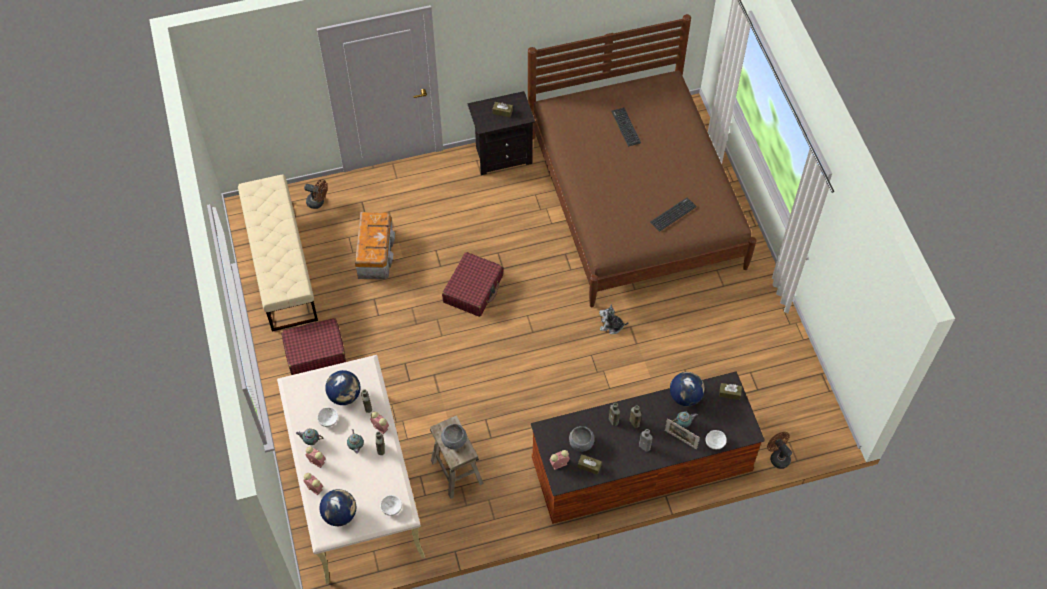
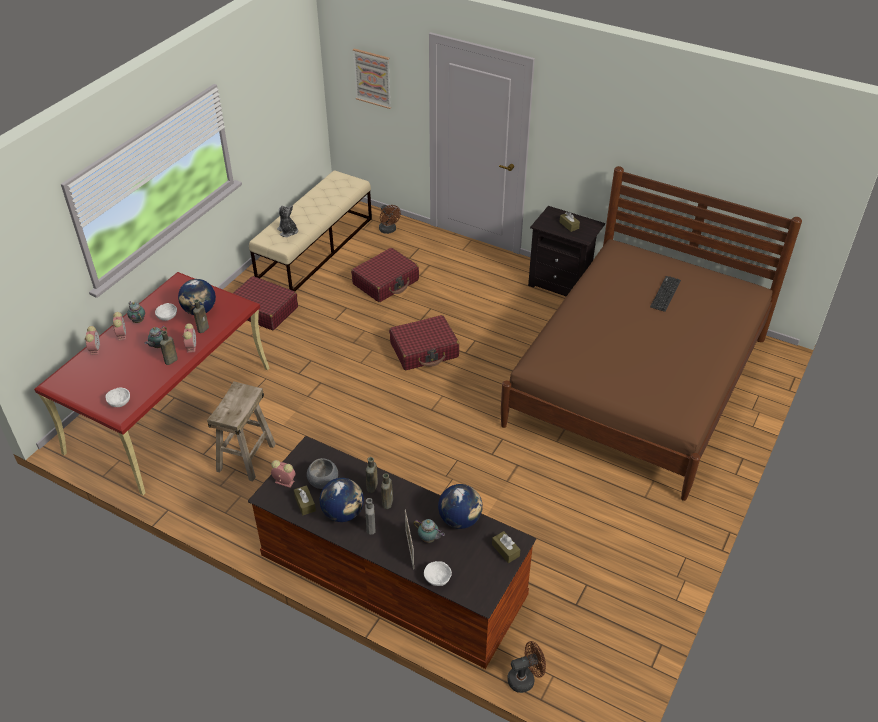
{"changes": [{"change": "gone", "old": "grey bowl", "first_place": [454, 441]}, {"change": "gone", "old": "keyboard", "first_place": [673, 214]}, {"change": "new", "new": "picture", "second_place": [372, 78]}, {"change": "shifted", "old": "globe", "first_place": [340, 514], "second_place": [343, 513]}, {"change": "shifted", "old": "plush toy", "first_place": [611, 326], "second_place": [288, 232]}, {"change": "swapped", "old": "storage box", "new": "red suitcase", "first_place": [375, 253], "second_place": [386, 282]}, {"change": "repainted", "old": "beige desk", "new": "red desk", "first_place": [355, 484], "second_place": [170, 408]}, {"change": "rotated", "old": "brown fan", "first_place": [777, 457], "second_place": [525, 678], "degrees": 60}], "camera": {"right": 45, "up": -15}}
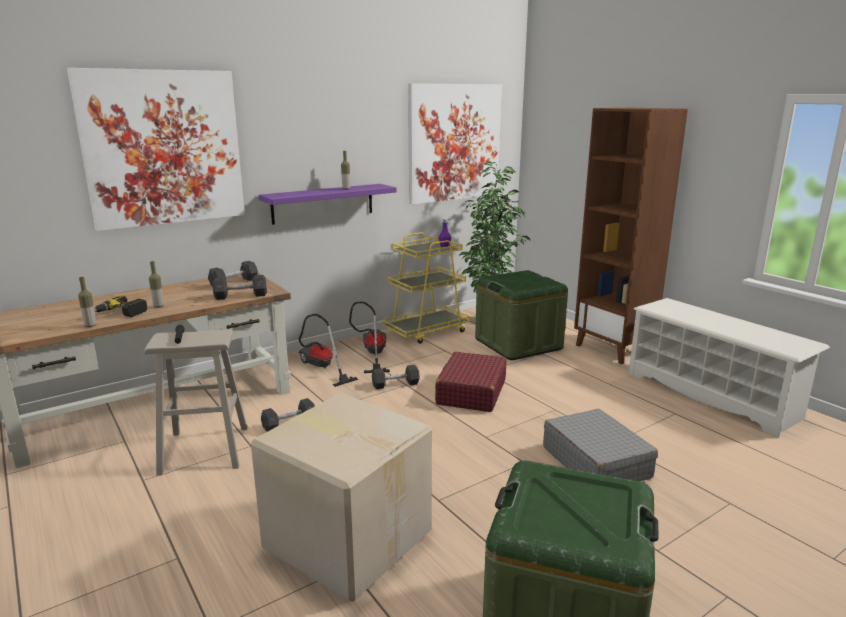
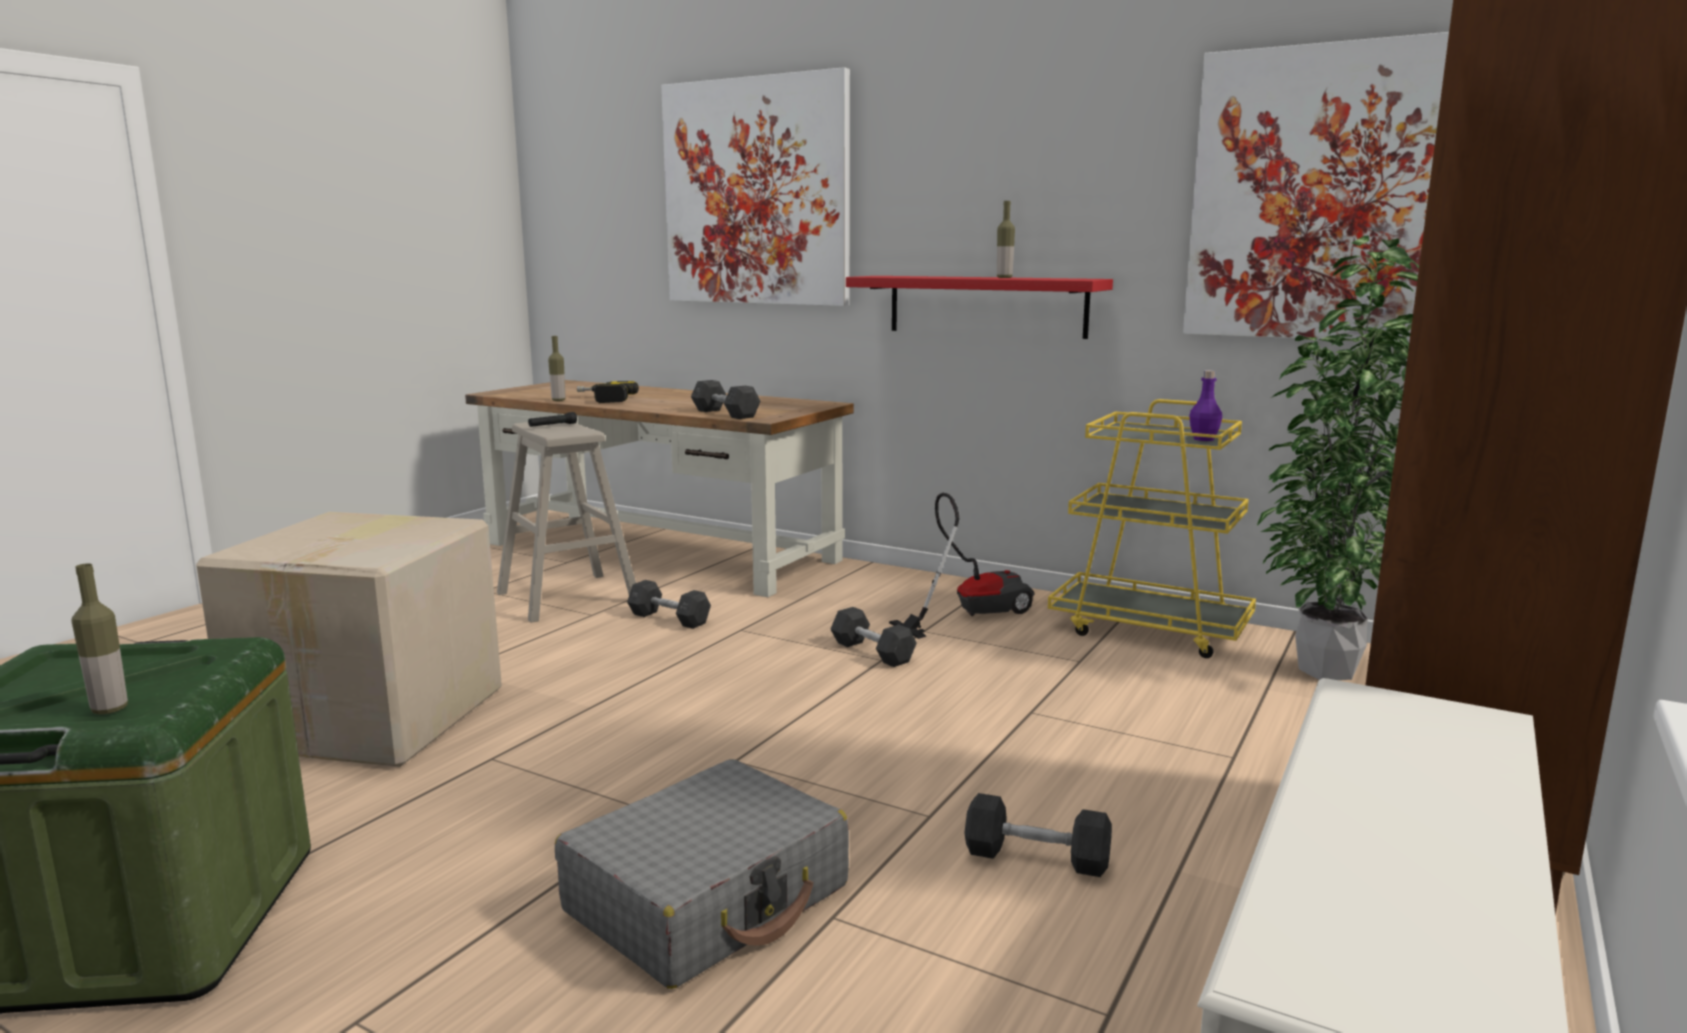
{"changes": [{"change": "gone", "old": "vacuum cleaner", "first_place": [321, 368]}, {"change": "gone", "old": "red suitcase", "first_place": [471, 392]}, {"change": "gone", "old": "green storage box", "first_place": [518, 344]}, {"change": "shifted", "old": "bottle", "first_place": [158, 306], "second_place": [109, 709]}, {"change": "shifted", "old": "grey dumbbell", "first_place": [234, 282], "second_place": [1036, 857]}, {"change": "repainted", "old": "purple shelf", "new": "red shelf", "first_place": [323, 203], "second_place": [986, 306]}], "camera": {"right": 65, "up": -5}}
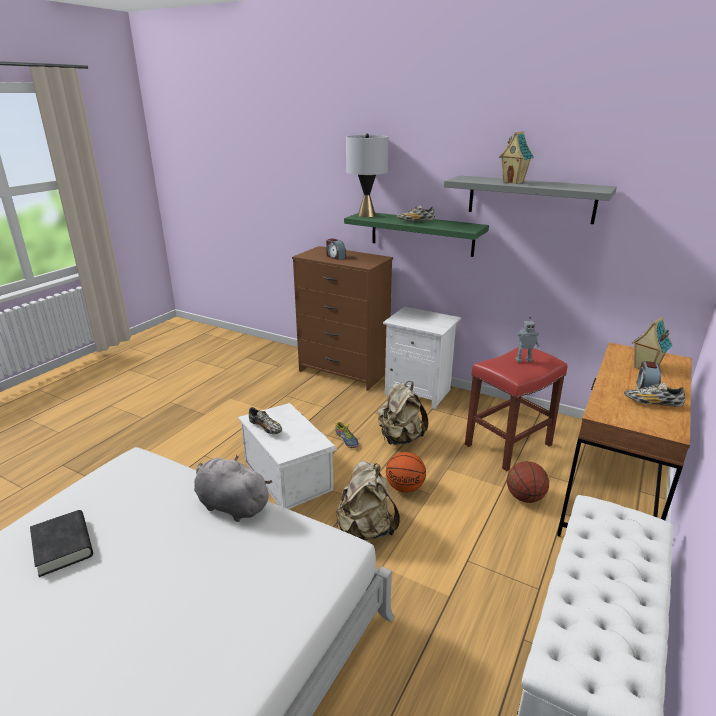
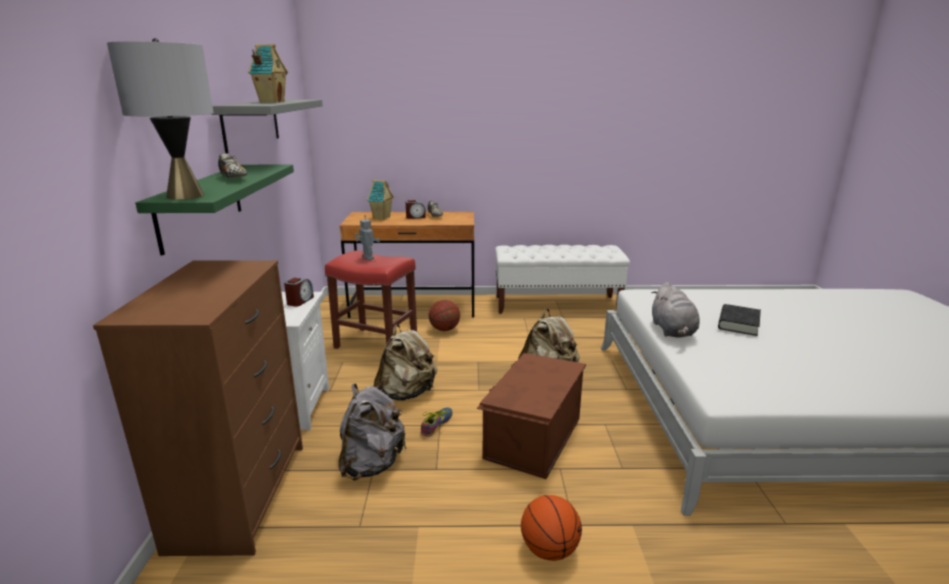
{"changes": [{"change": "gone", "old": "shoe", "first_place": [266, 428]}, {"change": "new", "new": "grey backpack", "second_place": [372, 464]}, {"change": "shifted", "old": "black book", "first_place": [63, 546], "second_place": [738, 324]}, {"change": "shifted", "old": "alarm clock", "first_place": [335, 257], "second_place": [300, 301]}, {"change": "shifted", "old": "basketball", "first_place": [405, 487], "second_place": [549, 549]}, {"change": "repainted", "old": "white storage box", "new": "brown storage box", "first_place": [288, 474], "second_place": [531, 437]}], "camera": {"right": -120, "up": -5}}
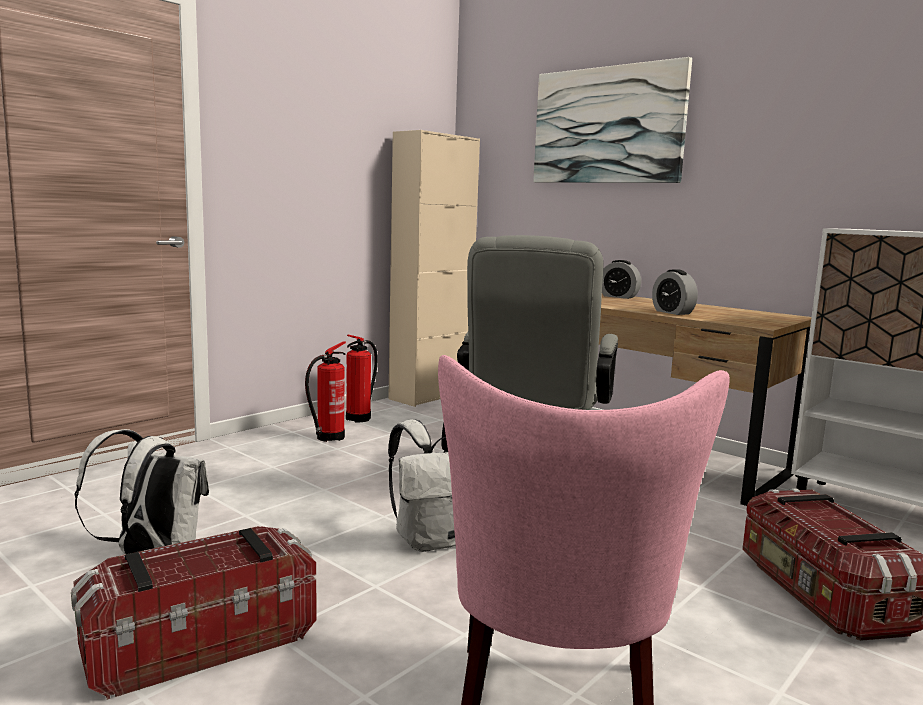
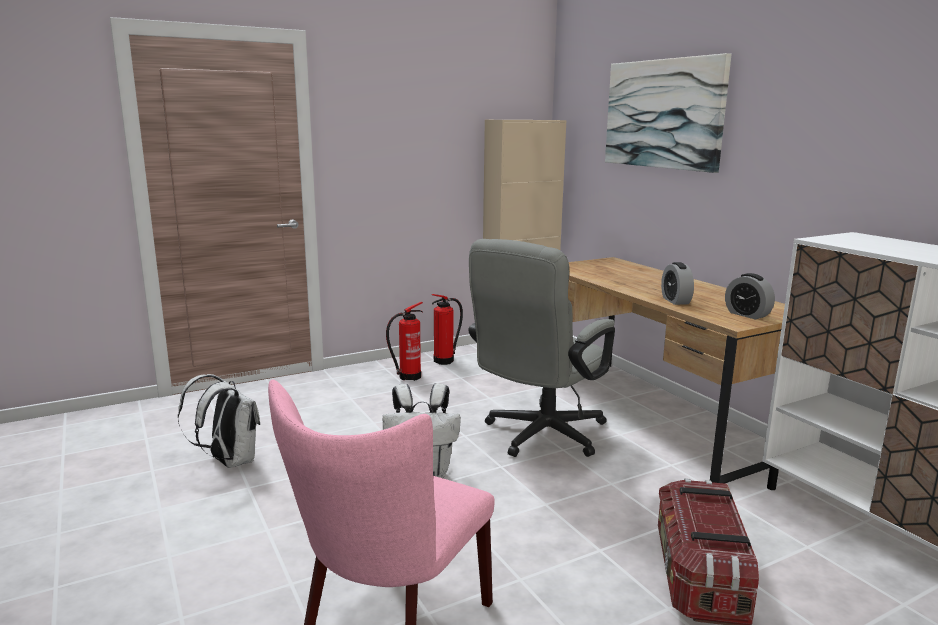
{"changes": [{"change": "gone", "old": "storage box", "first_place": [200, 643]}, {"change": "shifted", "old": "alarm clock", "first_place": [618, 297], "second_place": [747, 314]}], "camera": {"right": 20, "up": 5}}
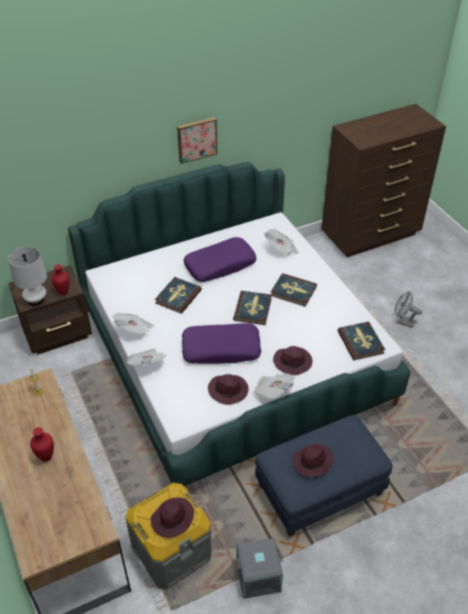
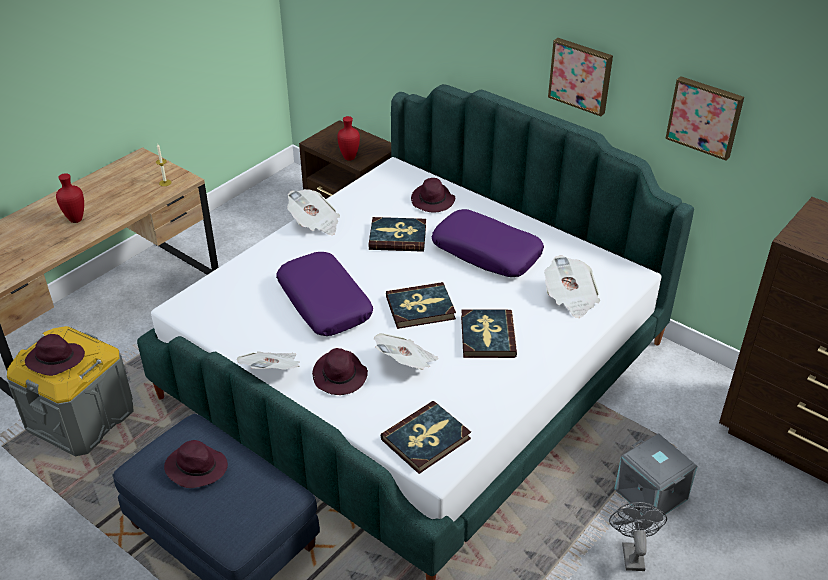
{"changes": [{"change": "gone", "old": "white table lamp", "first_place": [35, 300]}, {"change": "new", "new": "picture", "second_place": [705, 116]}, {"change": "shifted", "old": "newspaper", "first_place": [147, 364], "second_place": [406, 363]}, {"change": "shifted", "old": "purple hat", "first_place": [228, 390], "second_place": [433, 201]}, {"change": "shifted", "old": "grey storage box", "first_place": [258, 575], "second_place": [652, 494]}], "camera": {"right": 65, "up": -5}}
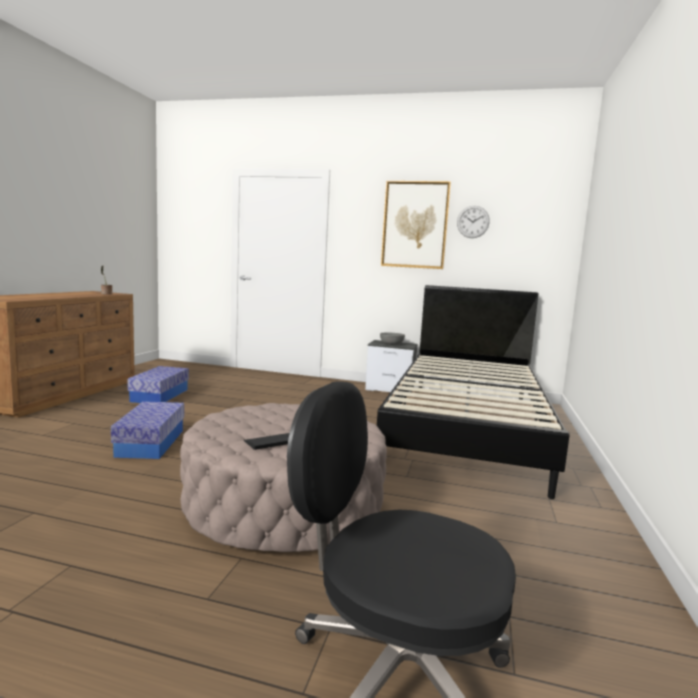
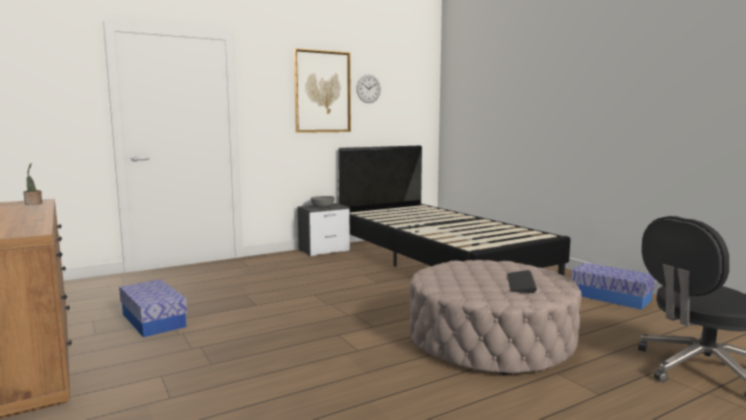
{"changes": [{"change": "shifted", "old": "storage box", "first_place": [150, 443], "second_place": [611, 297]}], "camera": {"right": -45, "up": 0}}
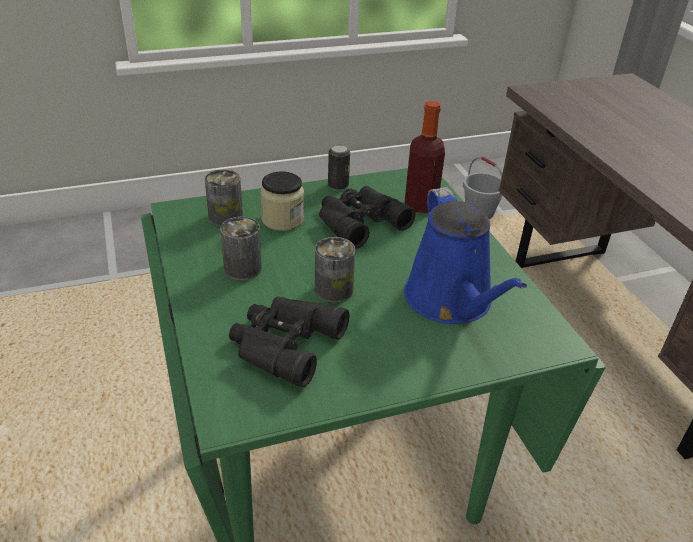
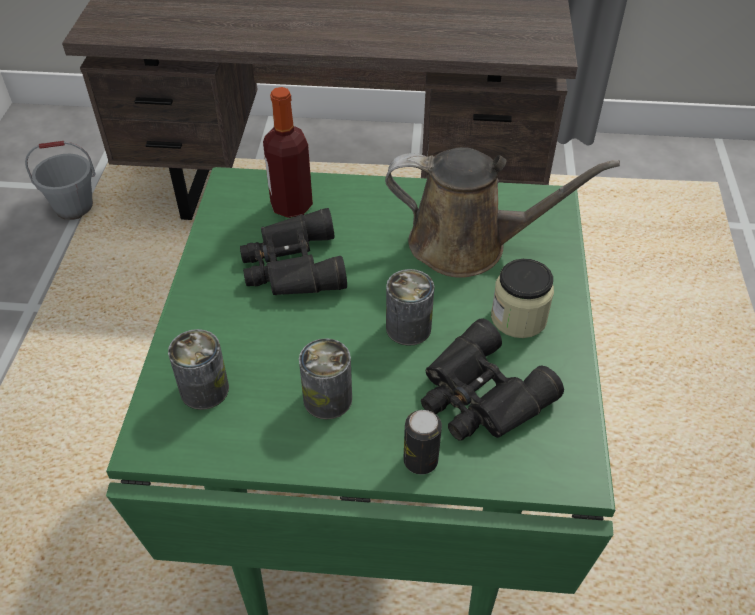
{"changes": [{"change": "shifted", "old": "jar", "first_place": [282, 219], "second_place": [518, 318]}, {"change": "shifted", "old": "can", "first_place": [338, 185], "second_place": [420, 461]}, {"change": "repainted", "old": "blue watering can", "new": "brown watering can", "first_place": [452, 301], "second_place": [468, 245]}], "camera": {"right": -65, "up": 10}}
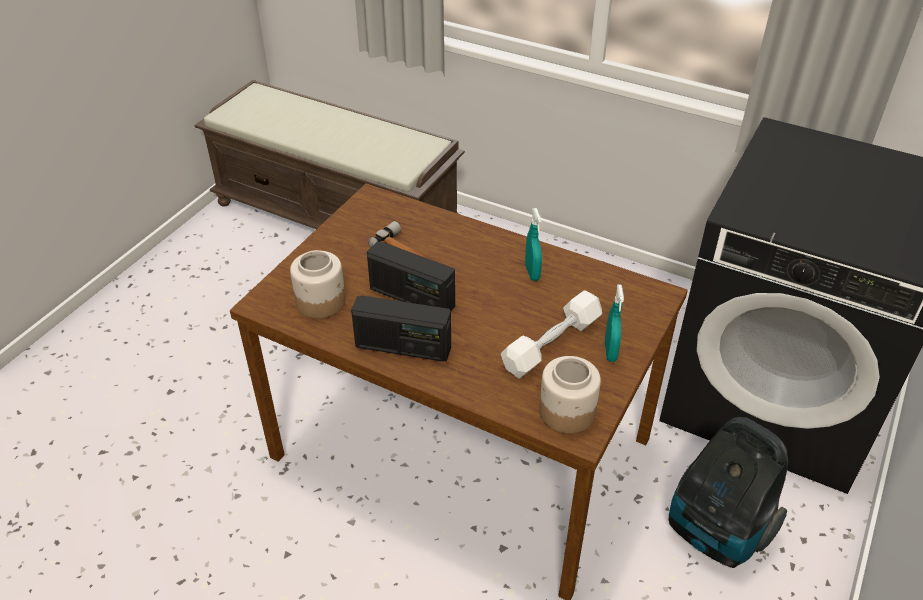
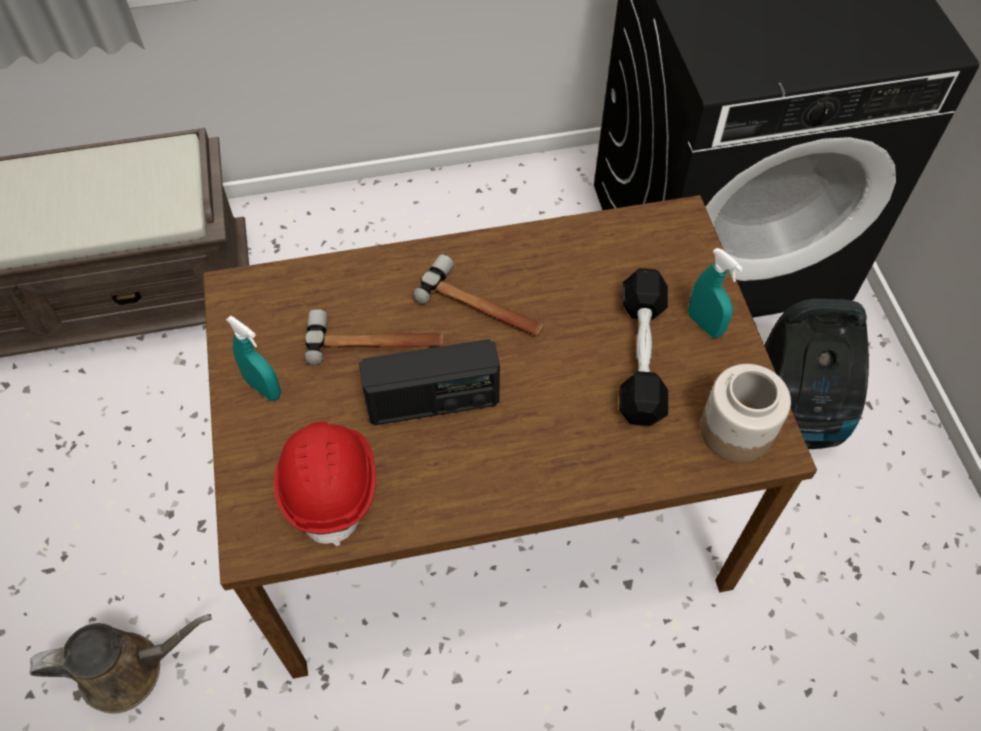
{"changes": [{"change": "gone", "old": "radio", "first_place": [403, 347]}, {"change": "new", "new": "brown watering can", "second_place": [130, 669]}, {"change": "new", "new": "hammer", "second_place": [482, 307]}, {"change": "shifted", "old": "turquoise spray bottle", "first_place": [532, 272], "second_place": [263, 388]}, {"change": "swapped", "old": "jar", "new": "red hard hat", "first_place": [321, 301], "second_place": [330, 485]}, {"change": "repainted", "old": "white dumbbell", "new": "black dumbbell", "first_place": [551, 344], "second_place": [641, 357]}], "camera": {"right": -40, "up": 15}}
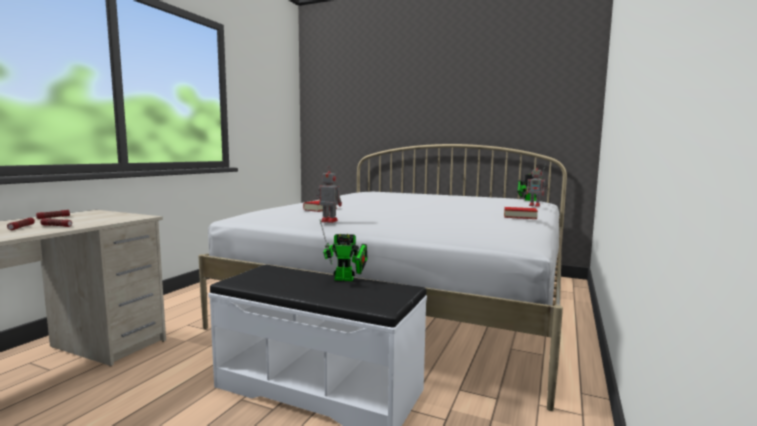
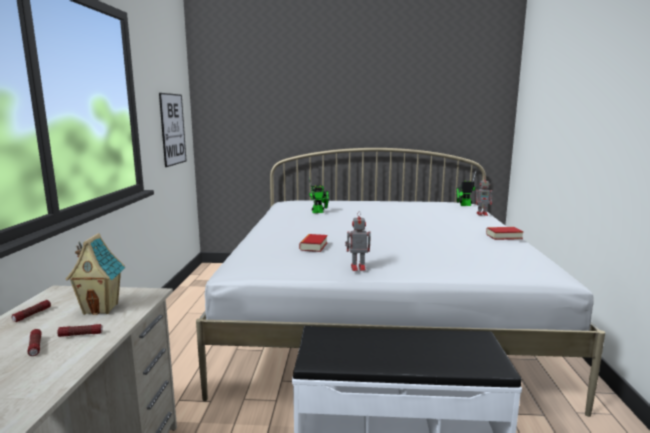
{"changes": [{"change": "new", "new": "toy house", "second_place": [101, 308]}, {"change": "new", "new": "picture", "second_place": [172, 129]}, {"change": "shifted", "old": "toy robot", "first_place": [347, 279], "second_place": [319, 212]}], "camera": {"right": -20, "up": 5}}
